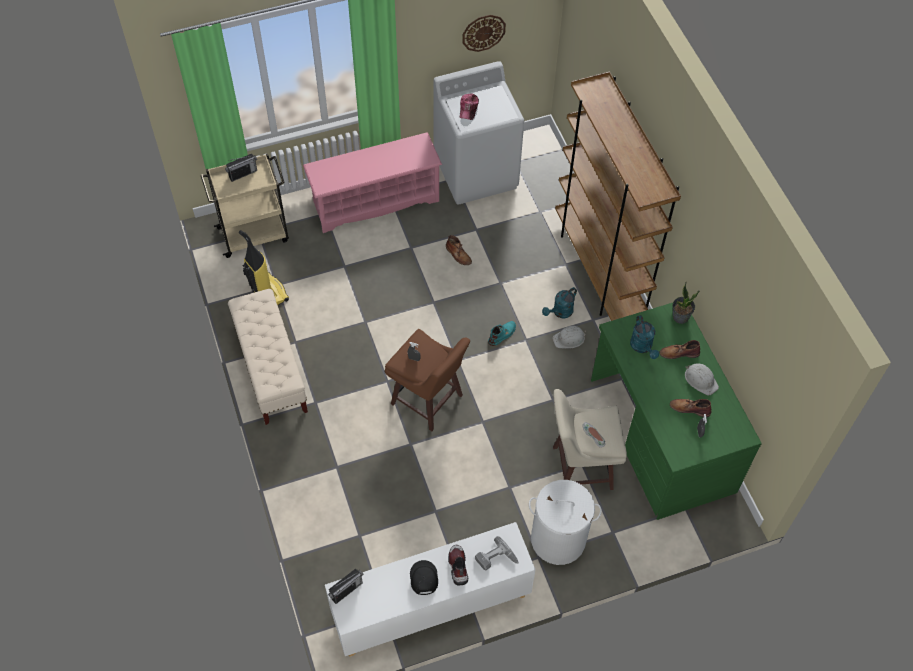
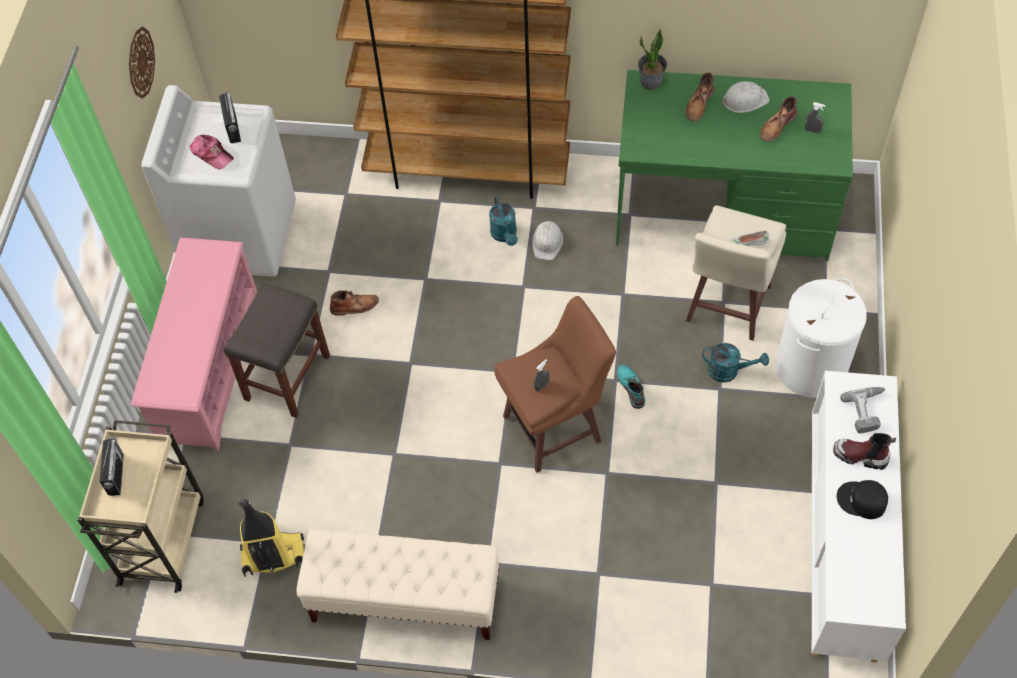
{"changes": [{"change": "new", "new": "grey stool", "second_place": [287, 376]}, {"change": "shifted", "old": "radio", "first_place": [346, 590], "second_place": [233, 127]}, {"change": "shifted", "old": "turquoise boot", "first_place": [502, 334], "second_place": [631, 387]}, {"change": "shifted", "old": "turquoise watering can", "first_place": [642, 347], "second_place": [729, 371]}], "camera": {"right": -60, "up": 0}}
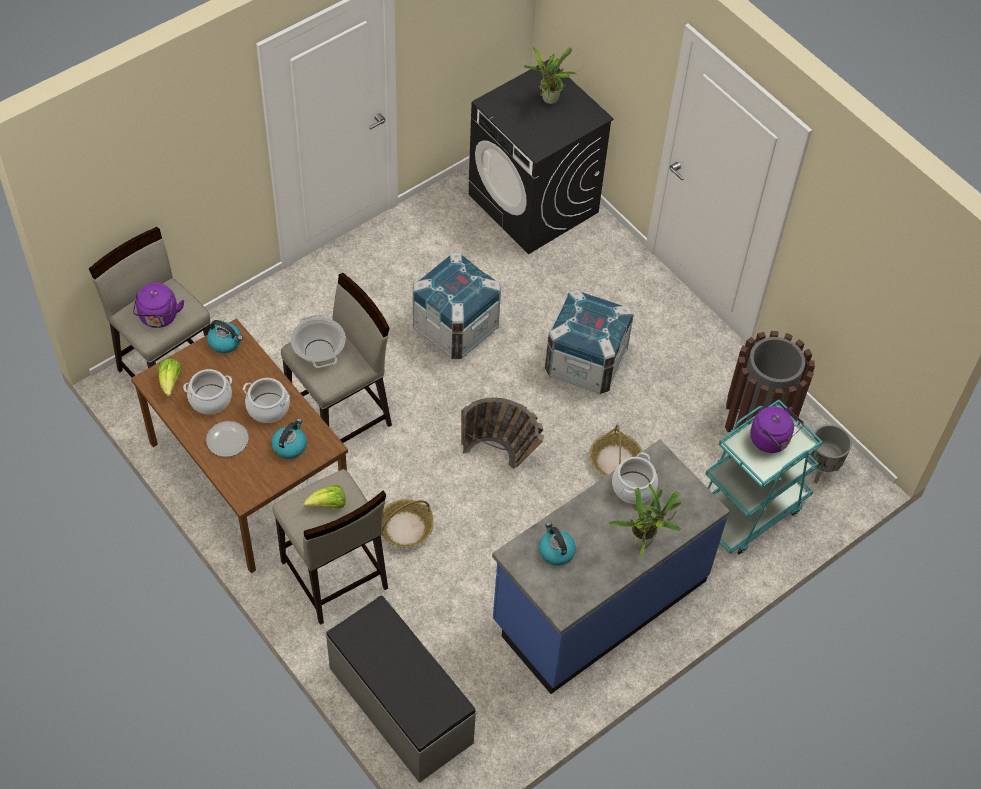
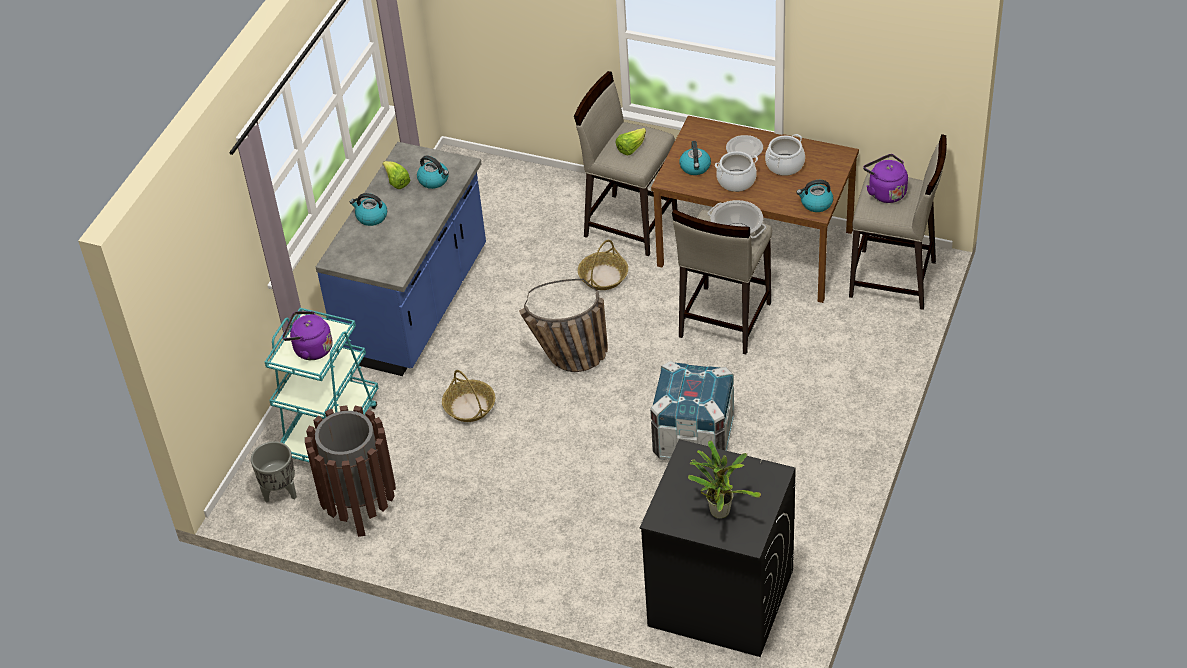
{"changes": [{"change": "gone", "old": "grey bench", "first_place": [399, 706]}, {"change": "gone", "old": "crate", "first_place": [585, 363]}, {"change": "gone", "old": "cooking pot", "first_place": [633, 487]}, {"change": "shifted", "old": "lettuce", "first_place": [170, 382], "second_place": [397, 182]}, {"change": "swapped", "old": "potted plant", "new": "kettle", "first_place": [644, 540], "second_place": [371, 217]}], "camera": {"right": 155, "up": -10}}
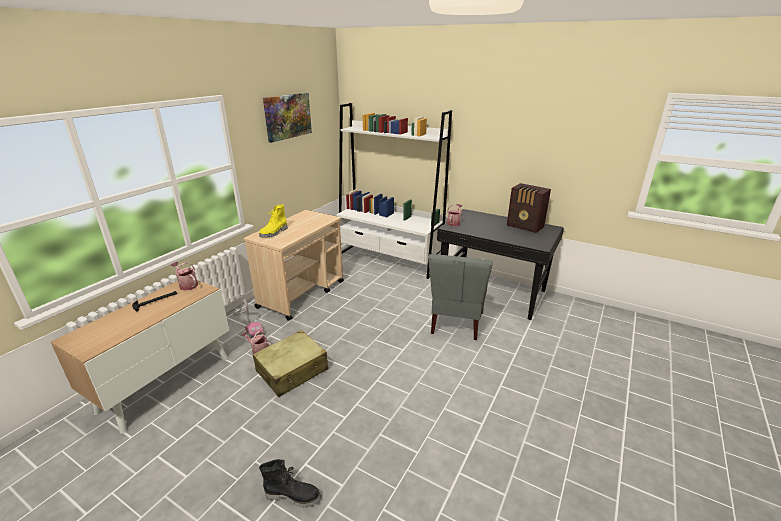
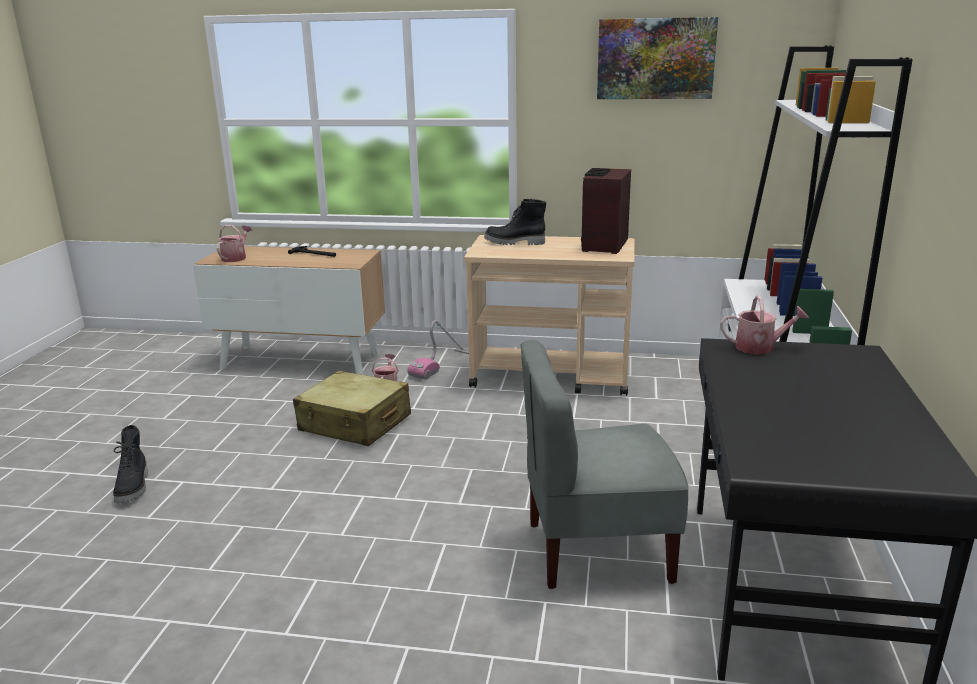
{"changes": [{"change": "shifted", "old": "watering can", "first_place": [187, 285], "second_place": [236, 257]}, {"change": "shifted", "old": "radio", "first_place": [525, 227], "second_place": [603, 245]}, {"change": "repainted", "old": "yellow boot", "new": "black boot", "first_place": [274, 233], "second_place": [514, 243]}], "camera": {"right": 70, "up": -5}}
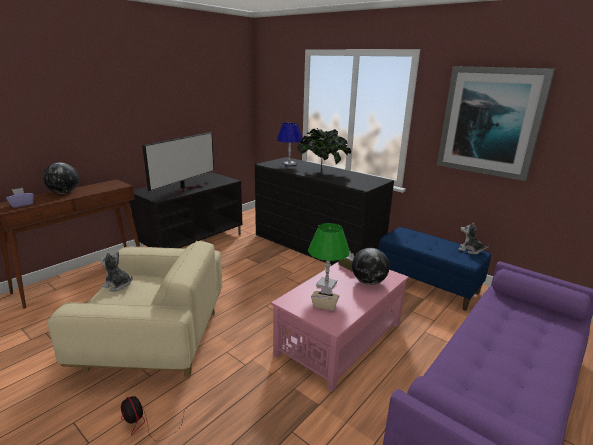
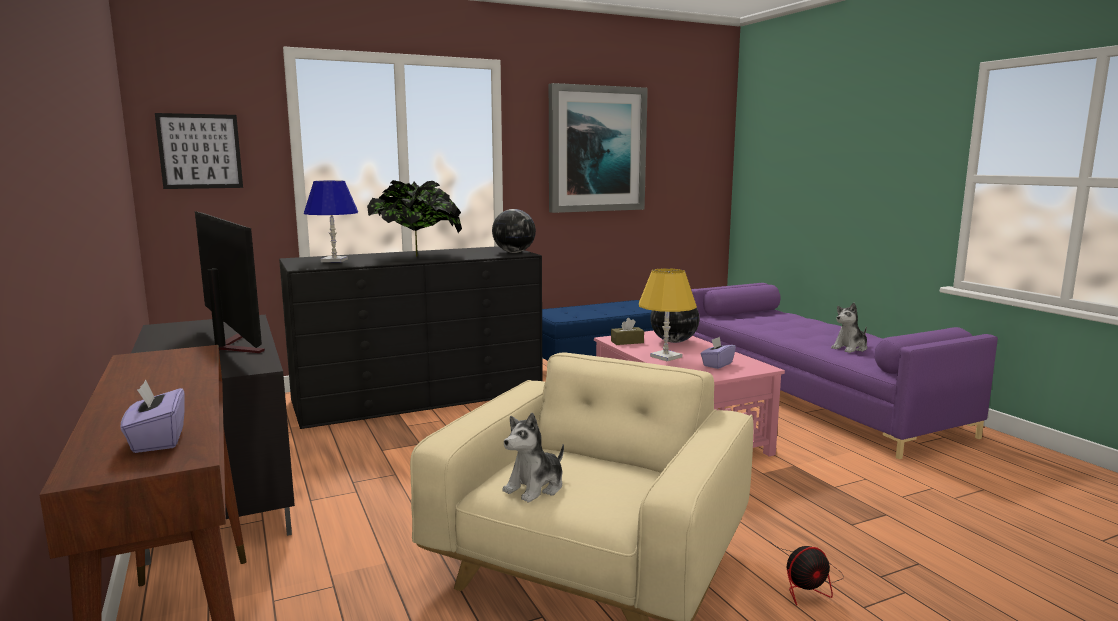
{"changes": [{"change": "new", "new": "picture", "second_place": [200, 151]}, {"change": "shifted", "old": "globe", "first_place": [64, 192], "second_place": [513, 252]}, {"change": "shifted", "old": "plush toy", "first_place": [470, 250], "second_place": [850, 348]}, {"change": "repainted", "old": "green table lamp", "new": "yellow table lamp", "first_place": [326, 284], "second_place": [665, 356]}, {"change": "repainted", "old": "beige tissue box", "new": "purple tissue box", "first_place": [324, 305], "second_place": [717, 364]}], "camera": {"right": -65, "up": -10}}
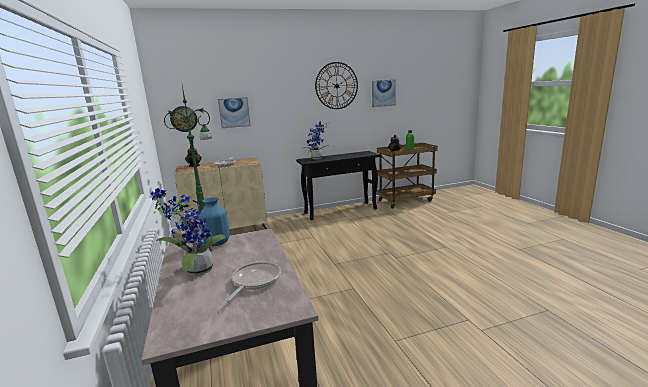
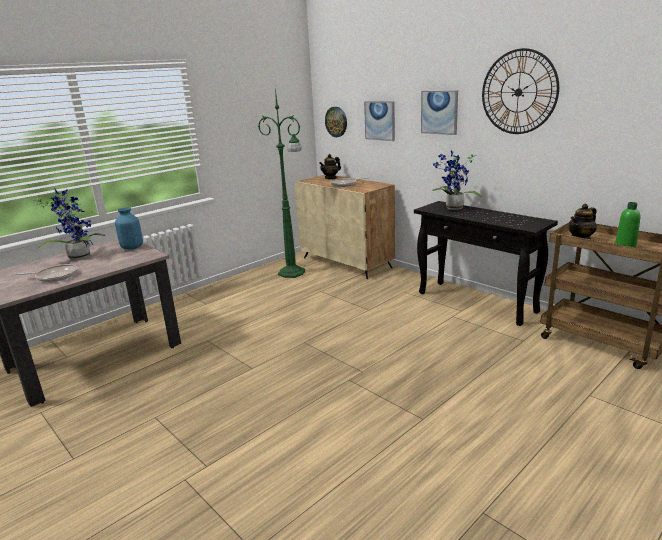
{"changes": [{"change": "shifted", "old": "picture", "first_place": [383, 93], "second_place": [439, 112]}], "camera": {"right": 65, "up": 5}}
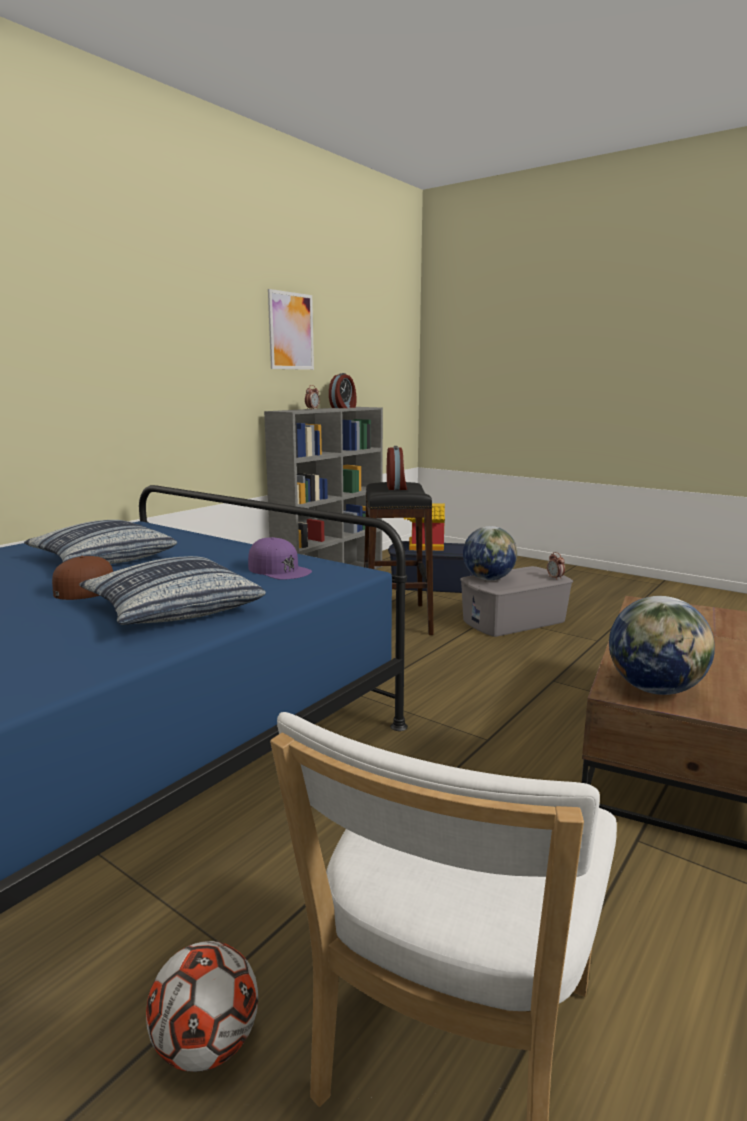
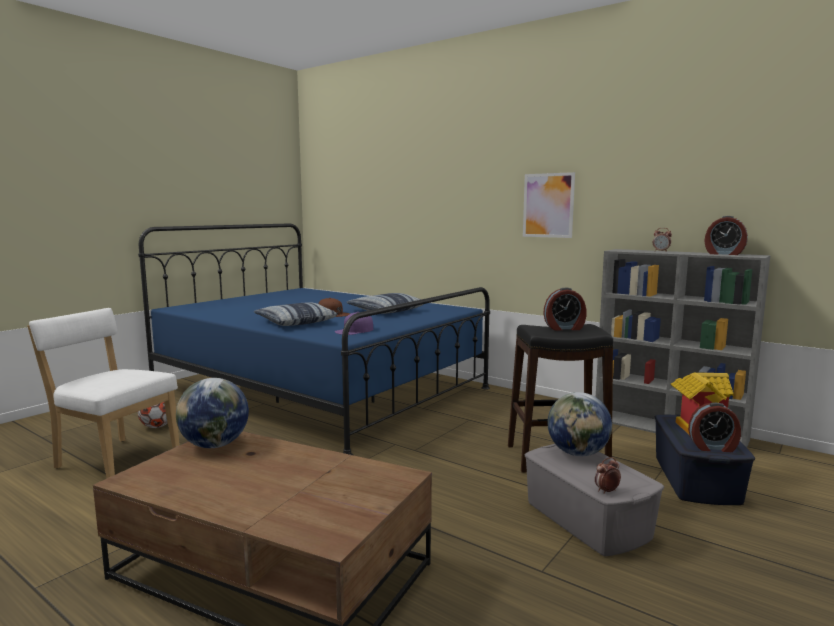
{"changes": [{"change": "new", "new": "alarm clock", "second_place": [713, 447]}, {"change": "shifted", "old": "picture", "first_place": [291, 331], "second_place": [548, 205]}], "camera": {"right": 90, "up": -5}}
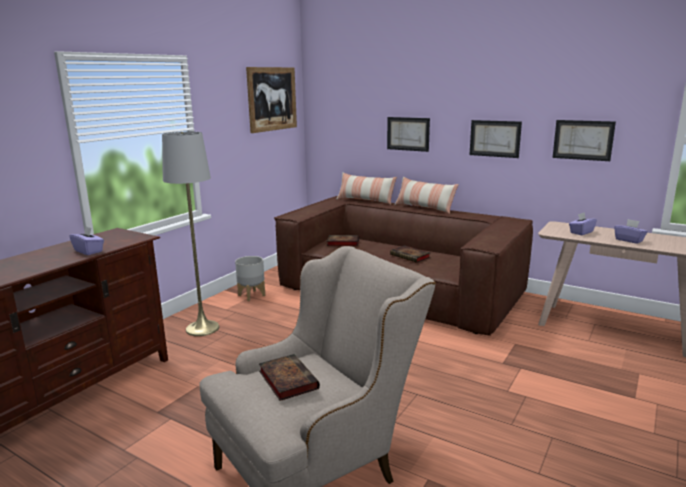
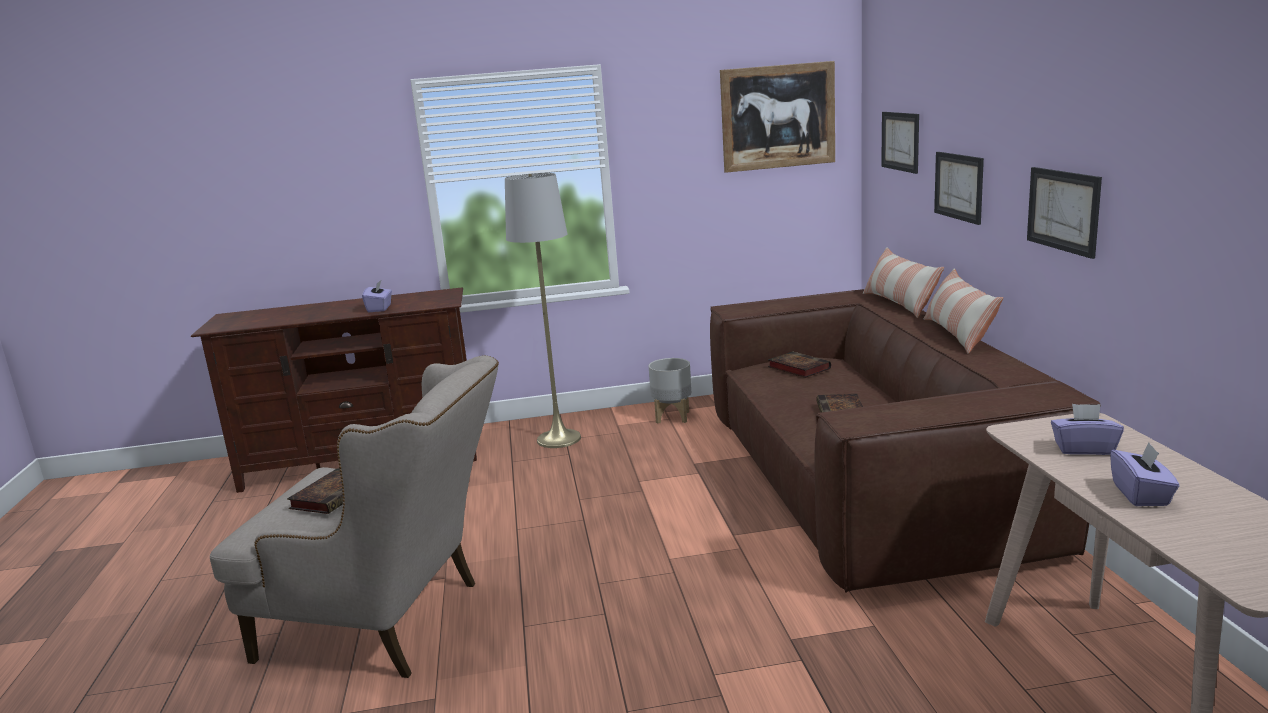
{"changes": [{"change": "shifted", "old": "picture", "first_place": [583, 140], "second_place": [900, 141]}], "camera": {"right": 50, "up": 0}}
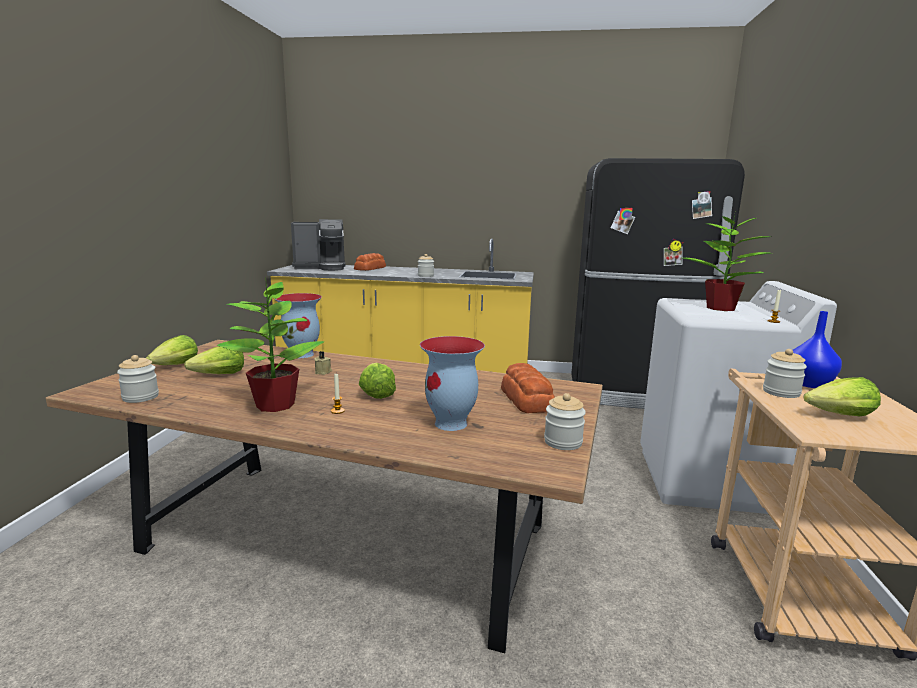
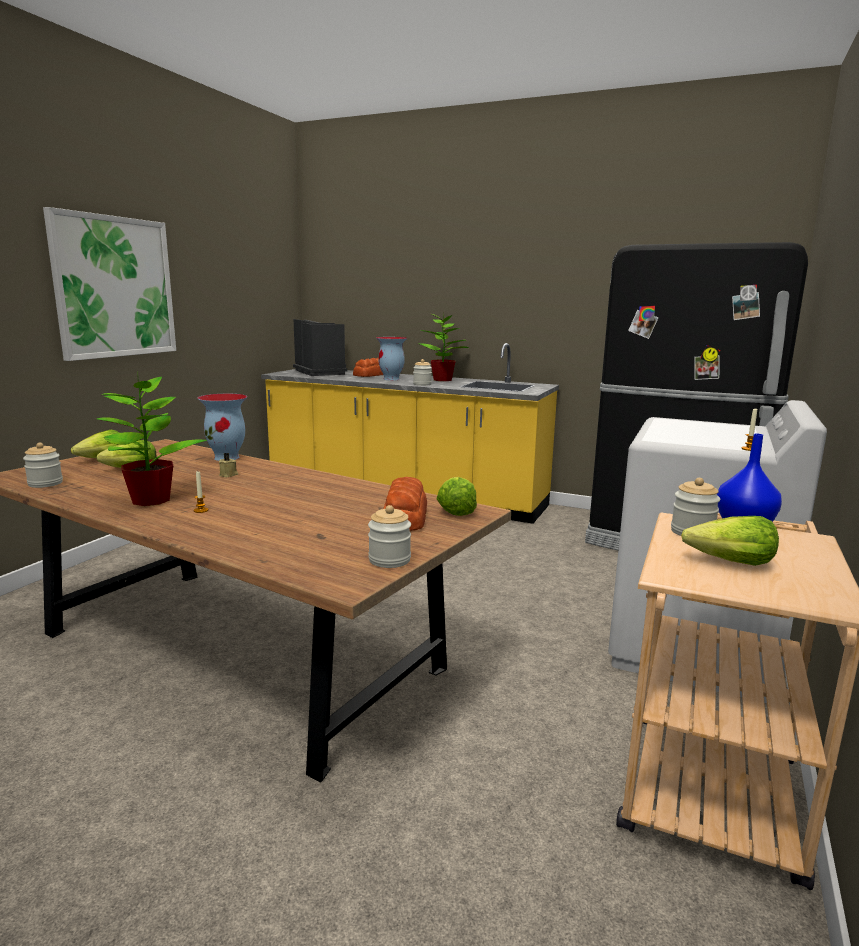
{"changes": [{"change": "new", "new": "picture", "second_place": [114, 287]}, {"change": "shifted", "old": "lettuce", "first_place": [376, 393], "second_place": [456, 510]}, {"change": "shifted", "old": "vase", "first_place": [452, 424], "second_place": [391, 379]}, {"change": "shifted", "old": "potted plant", "first_place": [721, 308], "second_place": [443, 380]}, {"change": "rotated", "old": "coffee machine", "first_place": [321, 267], "second_place": [321, 372], "degrees": -120}], "camera": {"right": 15, "up": 0}}
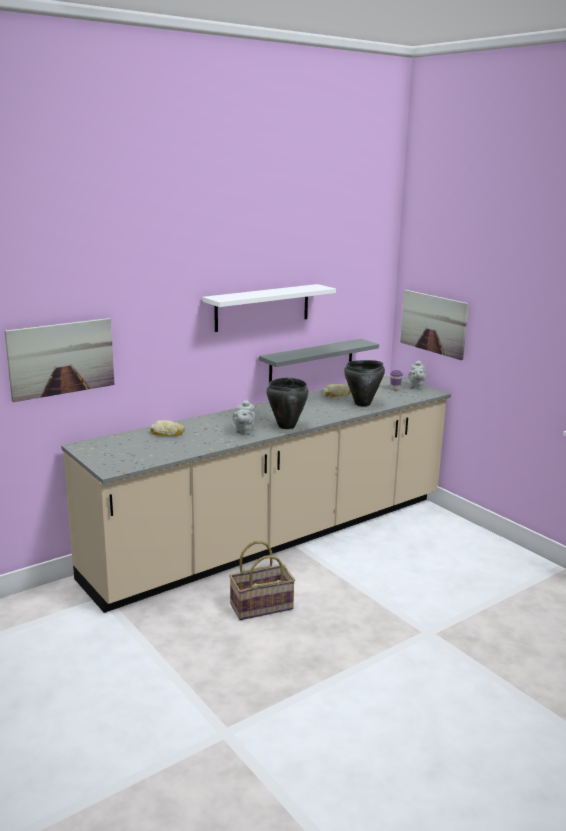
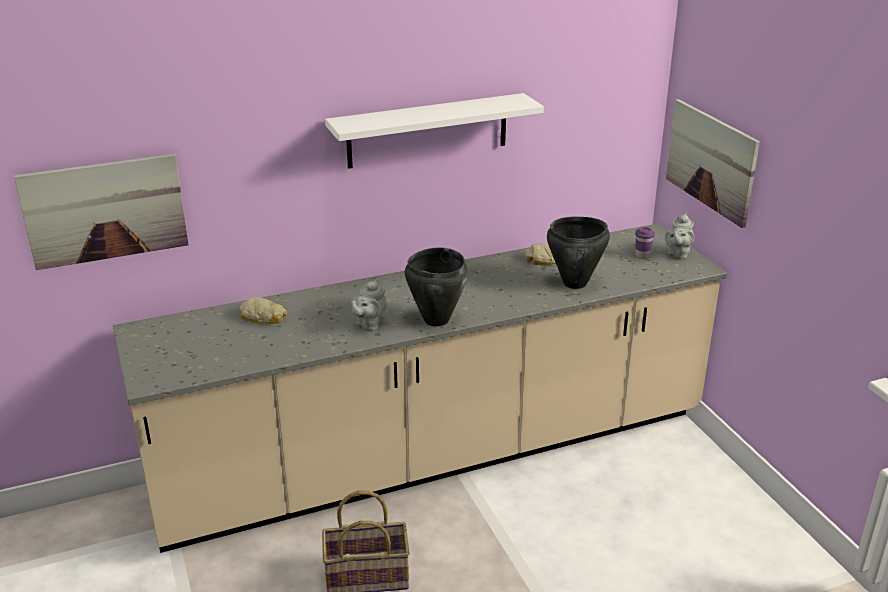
{"changes": [{"change": "gone", "old": "grey shelf", "first_place": [311, 362]}], "camera": {"right": 15, "up": 10}}
